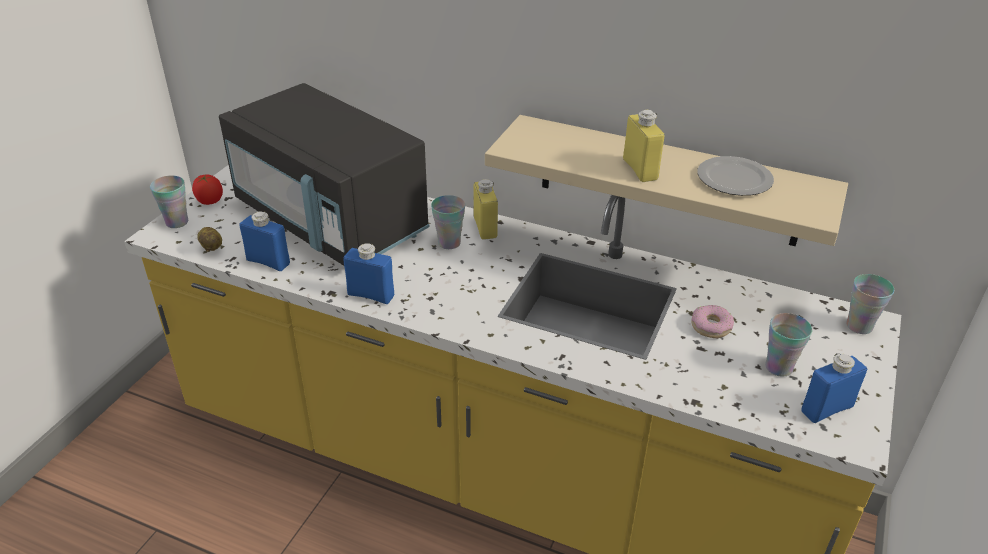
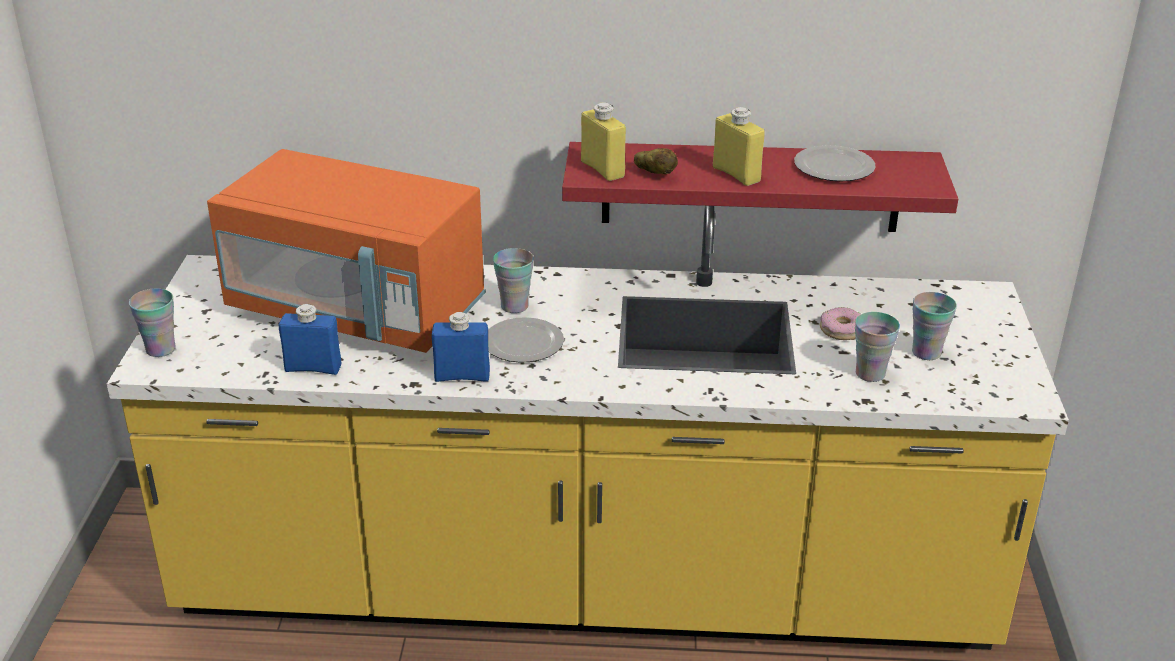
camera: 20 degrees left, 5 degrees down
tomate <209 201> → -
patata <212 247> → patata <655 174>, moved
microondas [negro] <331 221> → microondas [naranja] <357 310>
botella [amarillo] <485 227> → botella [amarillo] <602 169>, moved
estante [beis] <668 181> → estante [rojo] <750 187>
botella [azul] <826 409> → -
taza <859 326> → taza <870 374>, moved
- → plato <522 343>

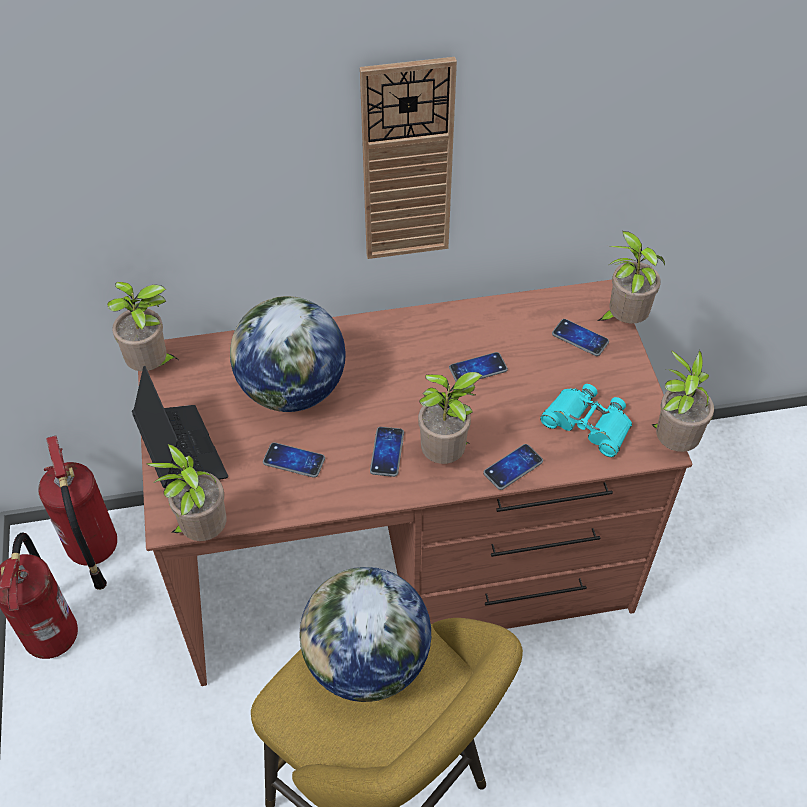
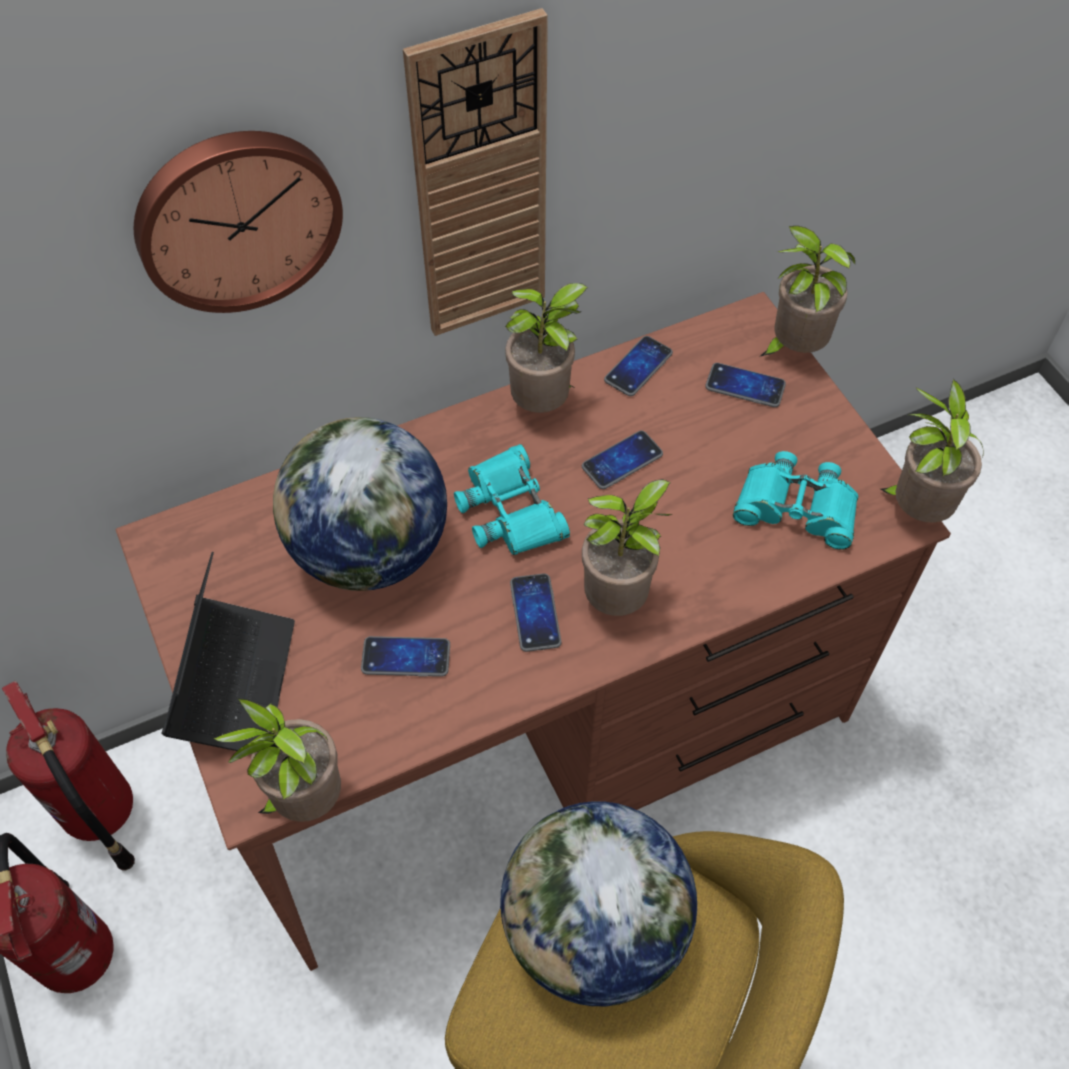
camera: 15 degrees left, 5 degrees up
planta en maceta <152 367> → planta en maceta <544 405>, moved
portátil <181 451> → portátil <234 682>, 45 degrees clockwise
móvil <513 467> → móvil <638 367>, moved
- → reloj de pared <236 218>
- → prismáticos [turquesa] <511 510>

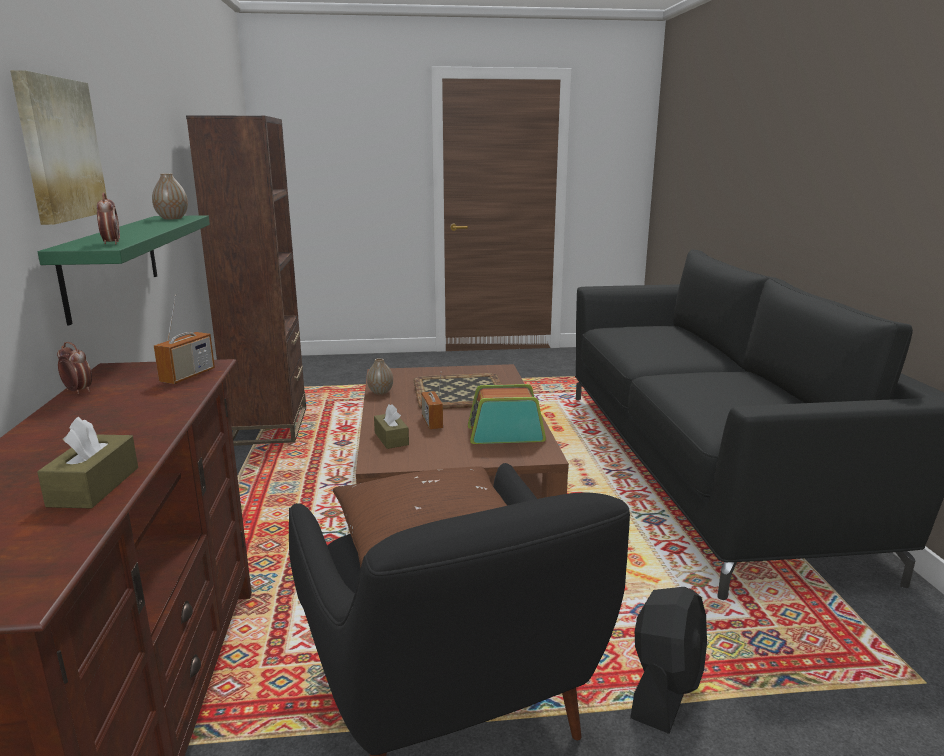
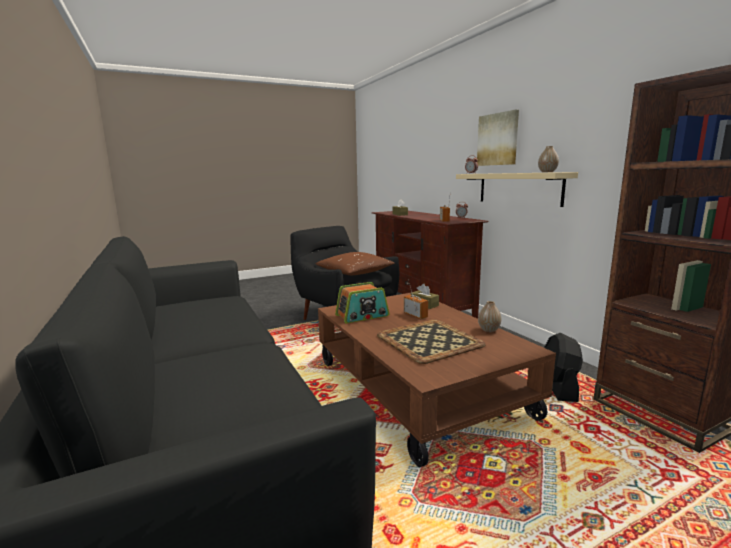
camera: 160 degrees right, 5 degrees down
estante [verde] <112 264> → estante [beis] <518 188>
ventilador [negro] <665 689> → ventilador [negro] <559 387>, moved

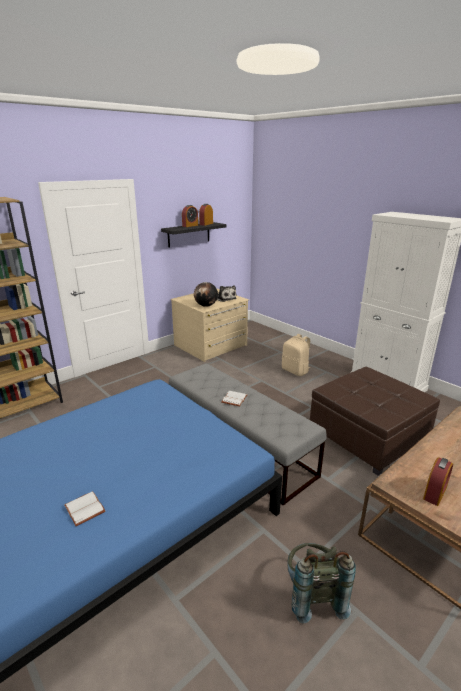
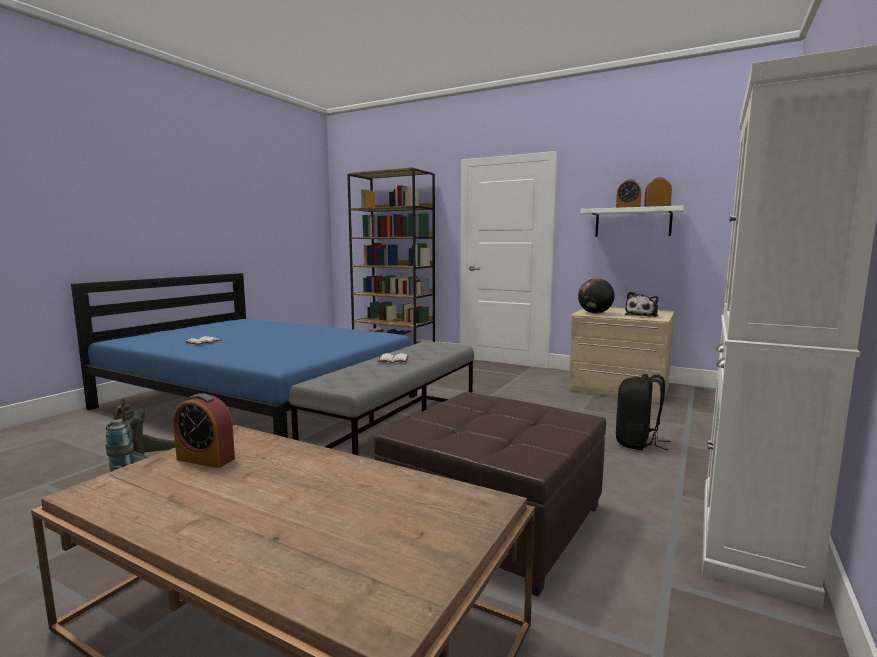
camera: 70 degrees right, 15 degrees down
estante [negro] <189 234> → estante [blanco] <632 222>
mochila [beis] <295 371> → mochila [negro] <638 442>

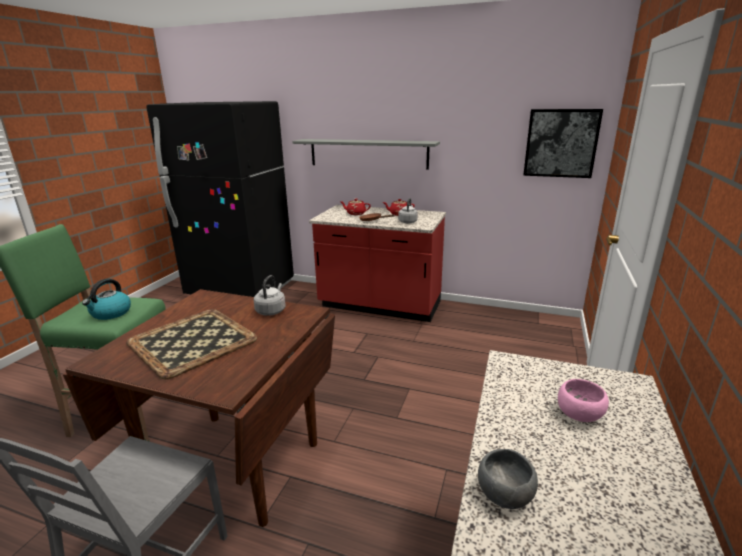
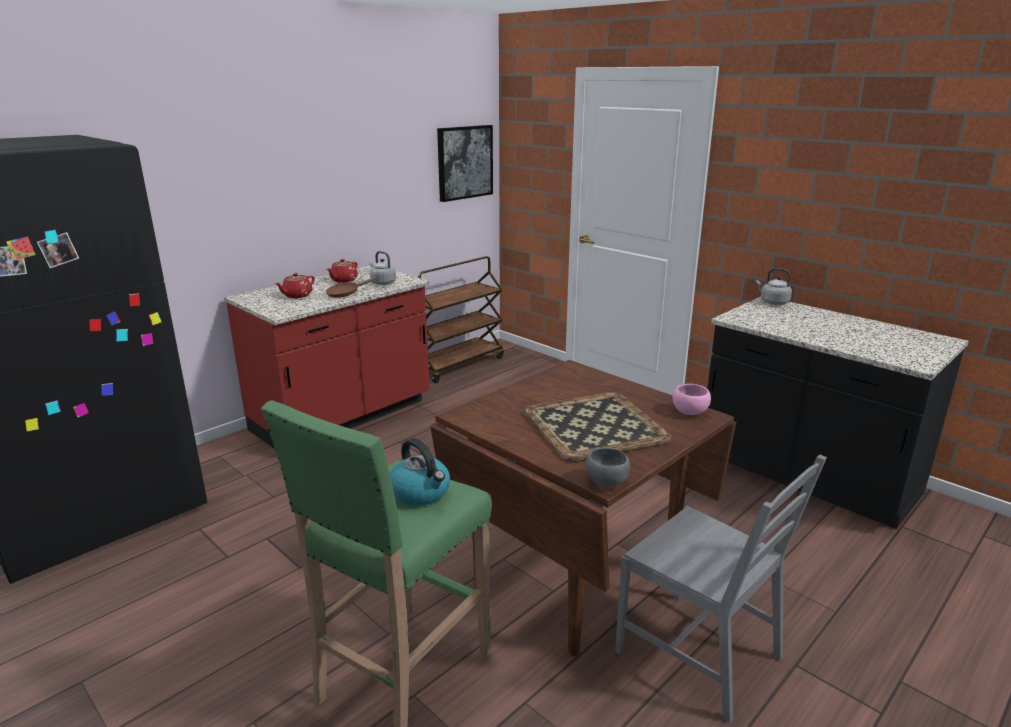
camera: 65 degrees left, 0 degrees up
hervidor [gris] <271 310> → hervidor [gris] <772 302>, moved
estante [gris] <368 153> → -
cuenco [gris] <503 495> → cuenco [gris] <606 482>, moved
cuenco [rosa] <580 415> → cuenco [rosa] <690 411>, moved
- → carrito [marrón] <458 364>

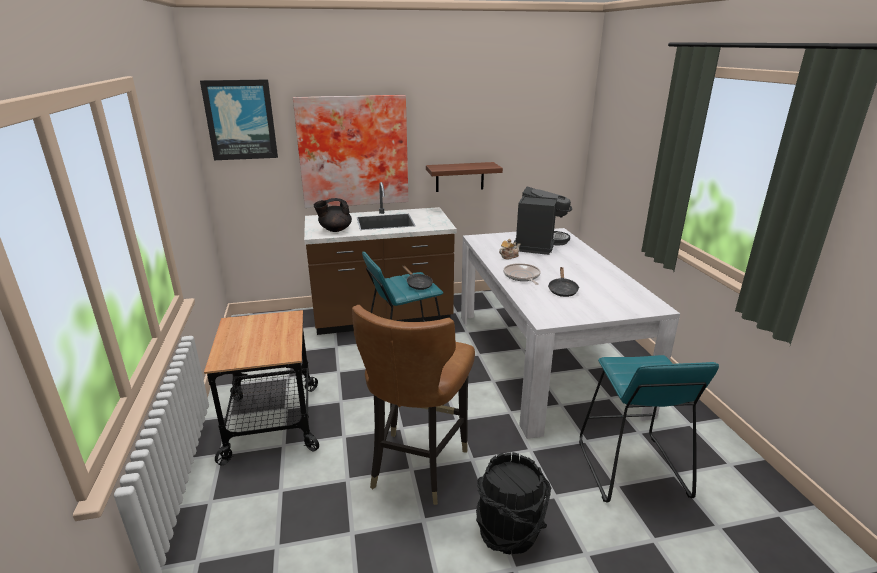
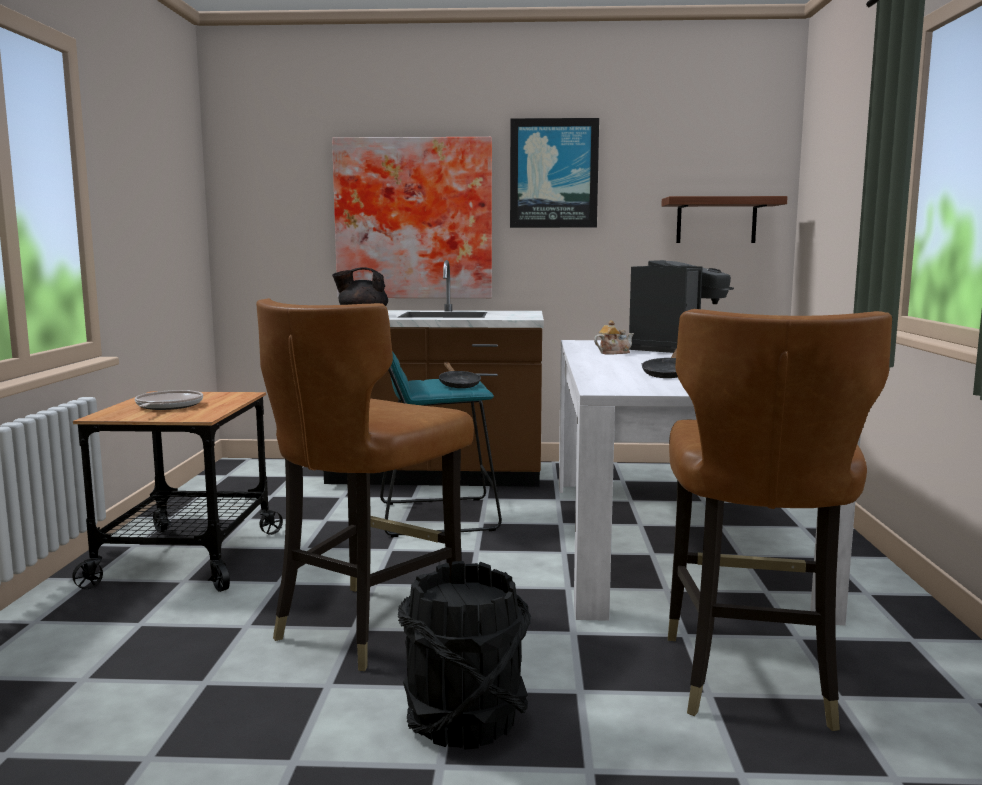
camera: 15 degrees right, 15 degrees down
cuadro <240 120> → cuadro <553 173>, moved
estante <459 177> → estante <716 221>, moved
sartén <522 276> → sartén <167 406>, moved
taburete [turquesa] <630 468> → silla [marrón] <751 677>

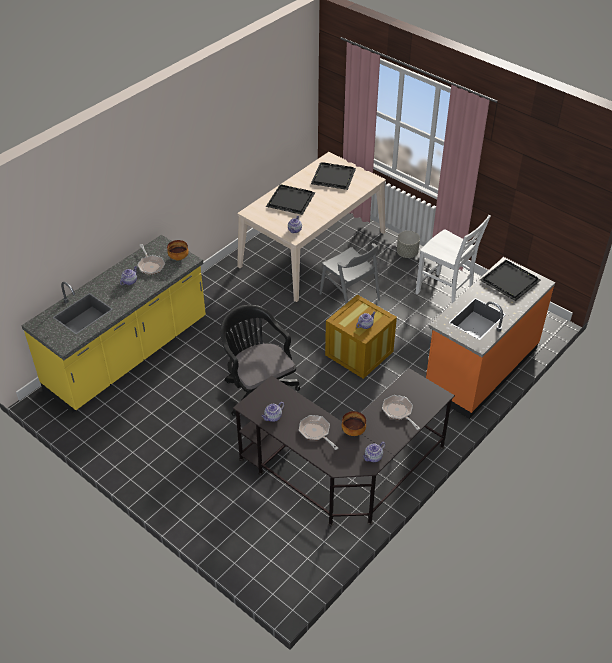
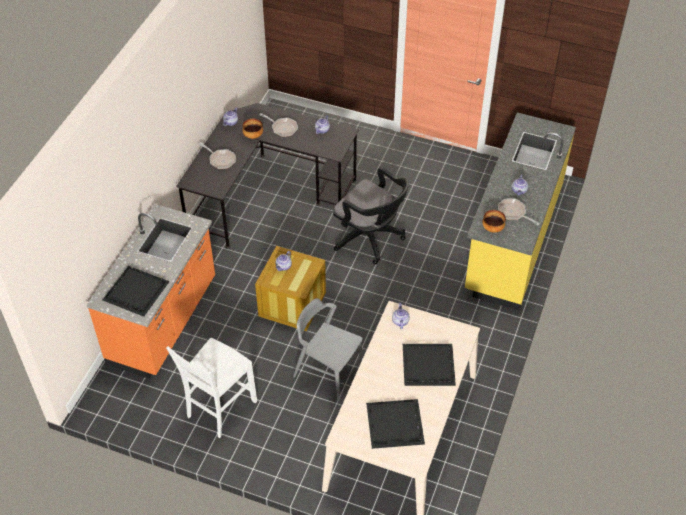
camera: 160 degrees right, 5 degrees up
maceta [gris] <407 253> → -
silla [blanco] <445 293> → silla [blanco] <219 409>, 75 degrees counterclockwise

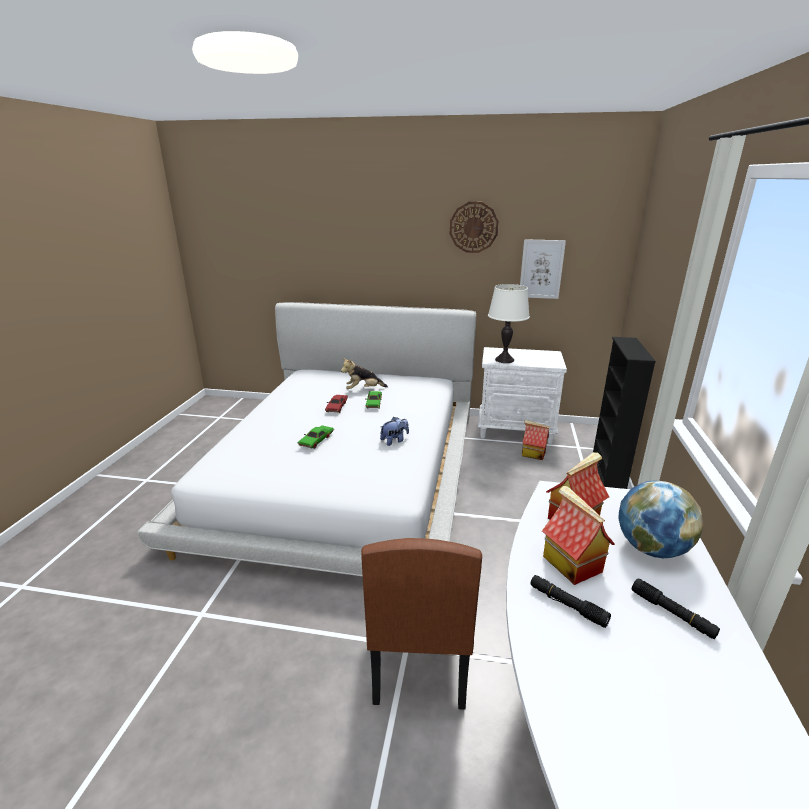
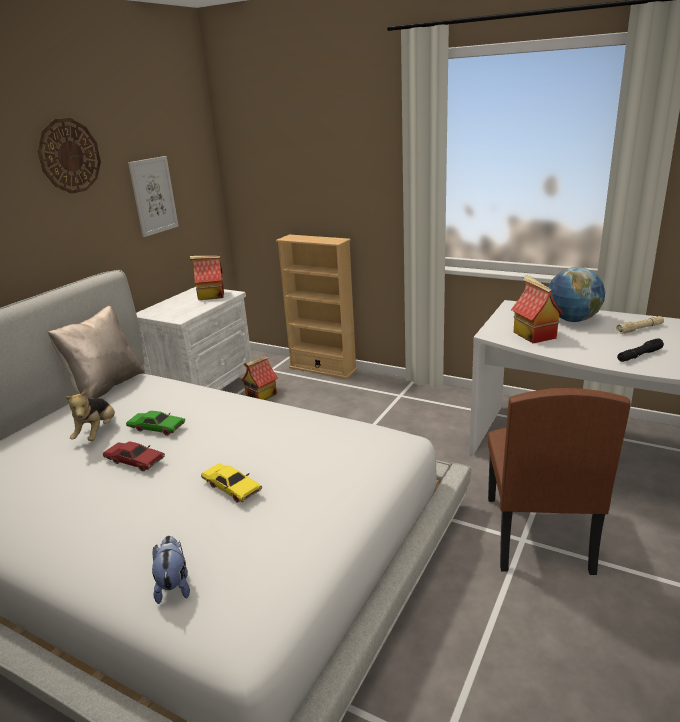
camera: 70 degrees left, 0 degrees up
coche de juguete [verde] <316 440> → coche de juguete [amarillo] <231 488>
silla [marrón] <419 656> → silla [marrón] <536 533>, 75 degrees clockwise
peluche <394 440> → peluche <174 585>, moved
lámpara de mesa [blanco] <504 360> → -
casita <570 563> → casita <210 296>, moved
estantería [negro] <608 472> → estantería [beis] <323 369>
linterna [negro] <672 613> → linterna [beis] <639 329>
- → cojín [beis] <105 387>

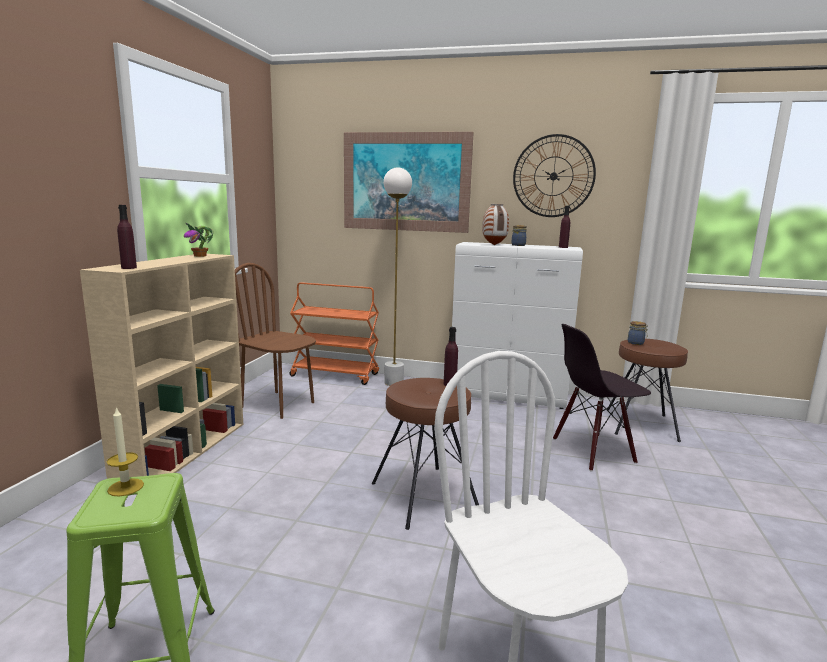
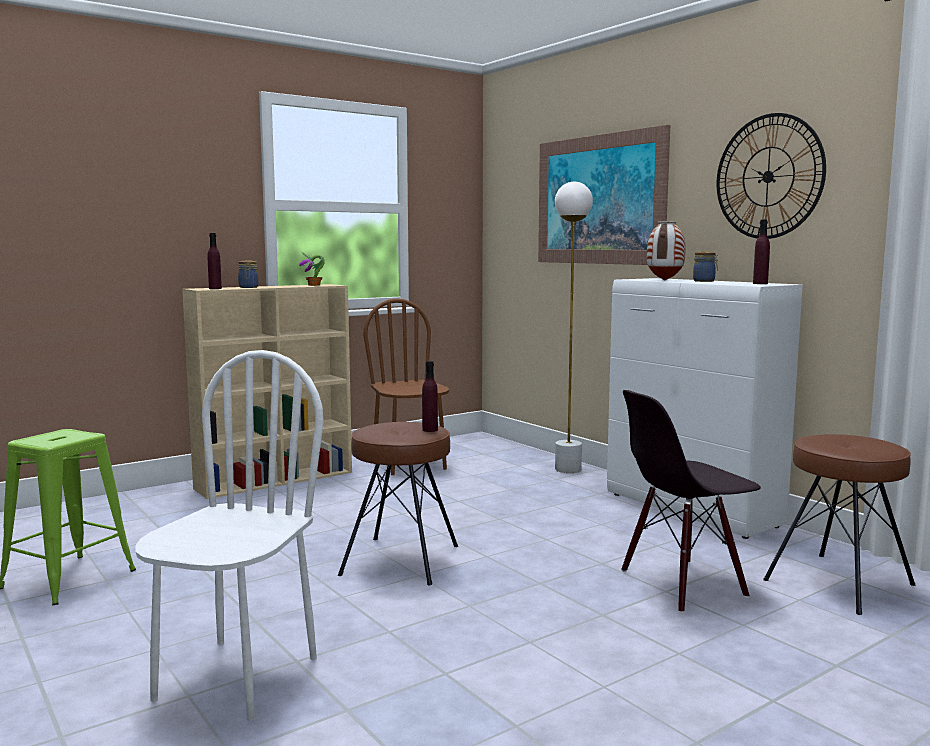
camera: 40 degrees right, 5 degrees down
vela <125 487> → -
carrito [naranja] <335 375> → -
silla [negro] <593 451> → silla [negro] <682 584>, 45 degrees counterclockwise
tarro <636 343> → tarro <248 287>, moved

